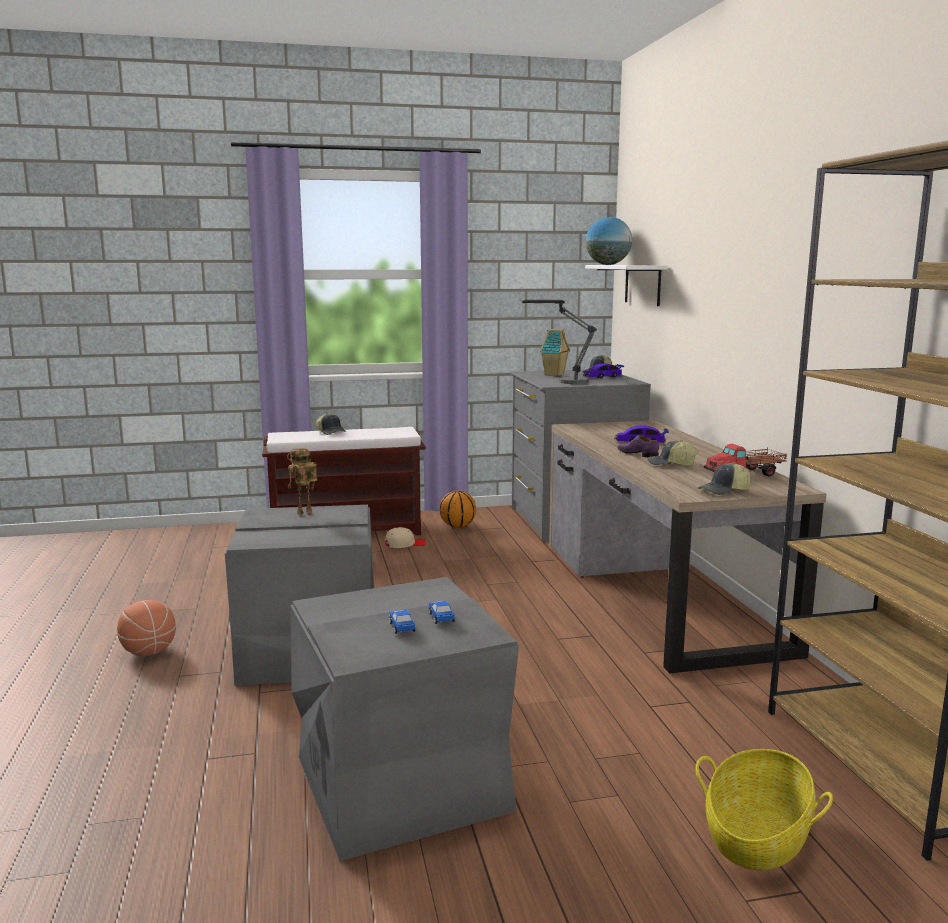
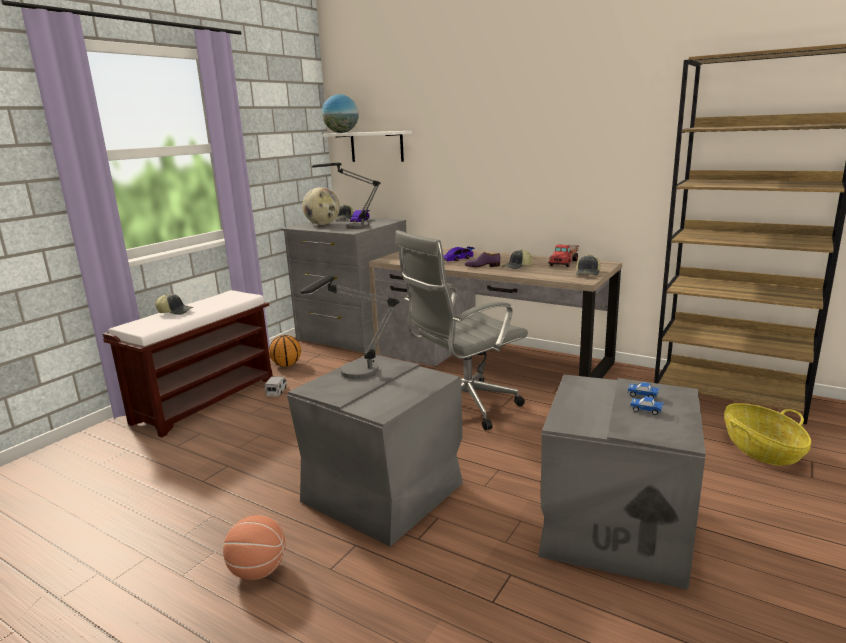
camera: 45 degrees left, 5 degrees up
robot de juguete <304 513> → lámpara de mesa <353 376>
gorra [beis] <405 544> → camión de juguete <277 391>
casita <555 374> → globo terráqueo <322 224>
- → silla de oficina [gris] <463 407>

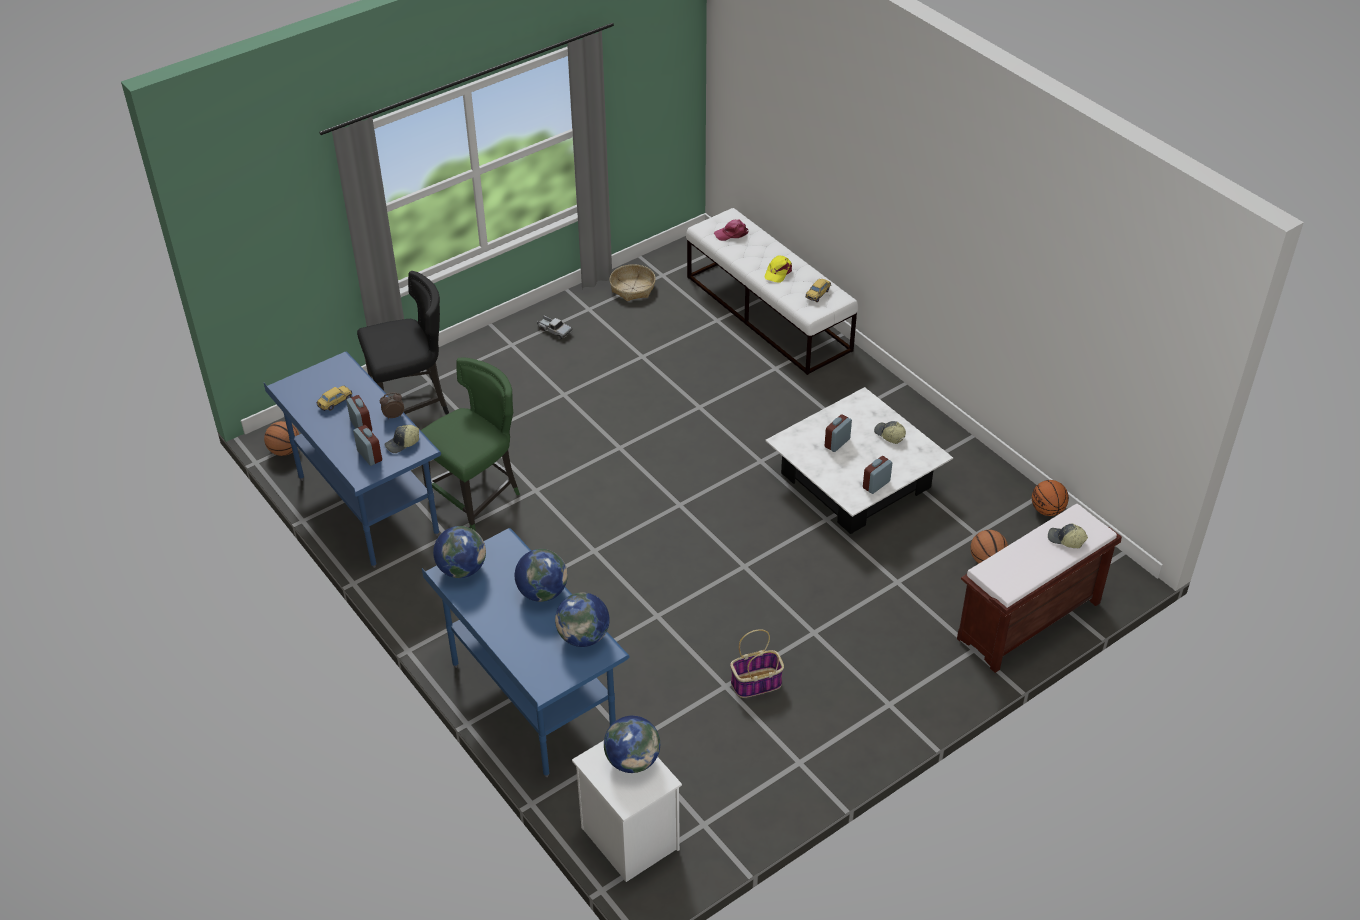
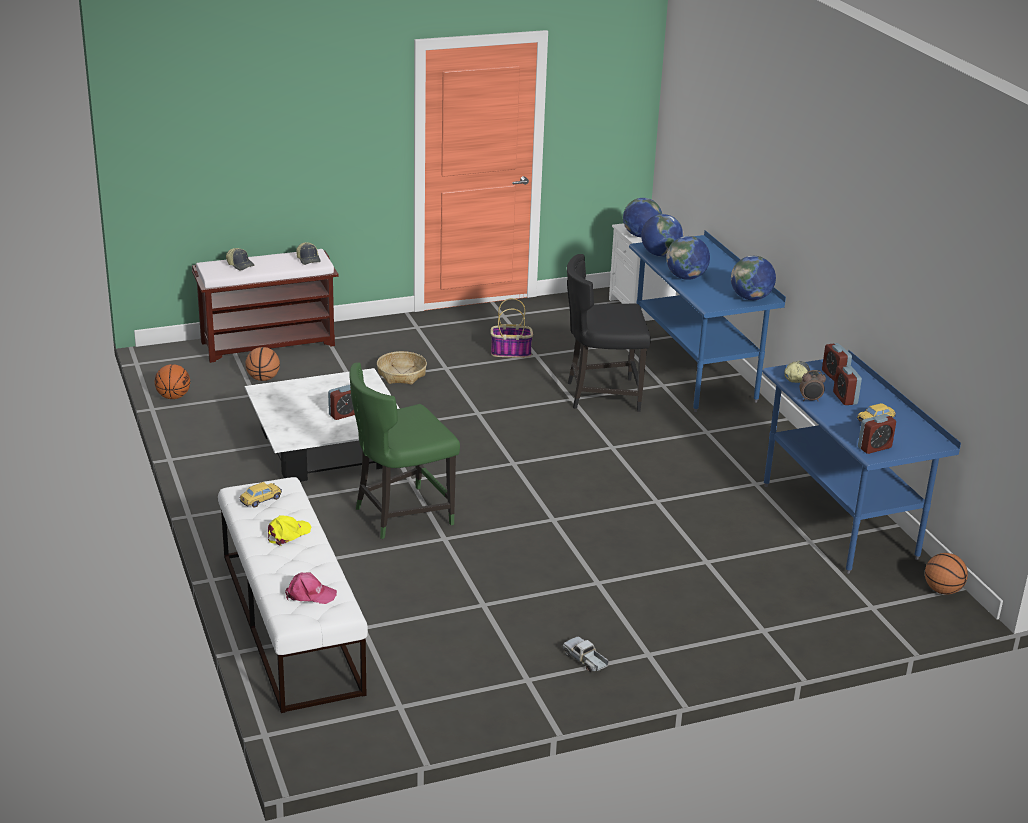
camera: 165 degrees left, 15 degrees down
silla [negro] <412 405> → silla [negro] <601 395>, moved
silla [verde] <477 497> → silla [verde] <400 514>, moved
cesta <633 288> → cesta <401 374>, moved
despertador <876 484> → despertador <874 447>, moved
gorra <889 435> → gorra <308 259>, moved

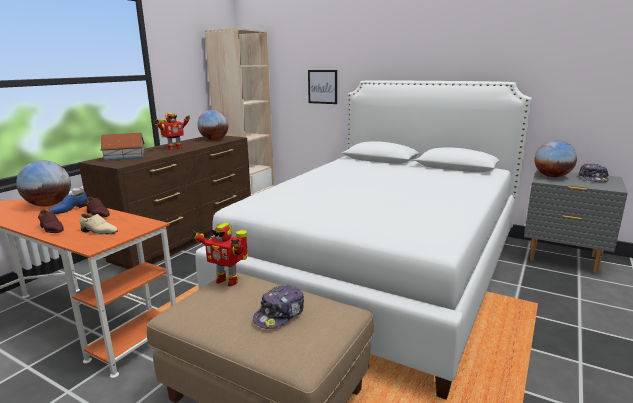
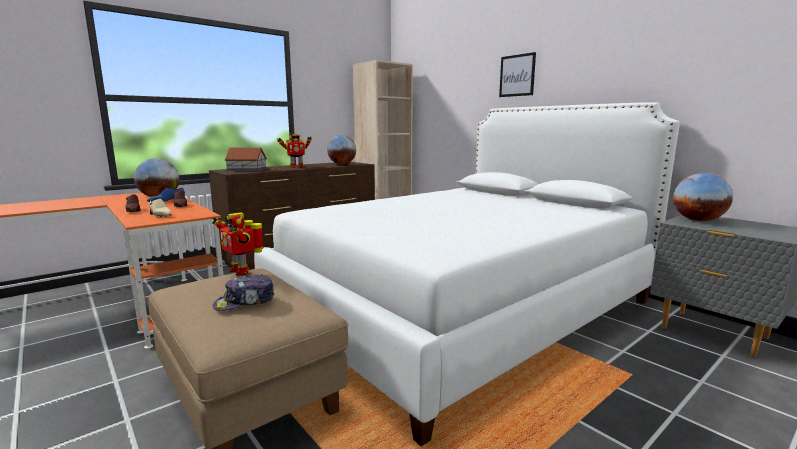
camera: 20 degrees right, 5 degrees down
cuadro <322 86> → cuadro <517 75>, moved
gorra <593 178> → -

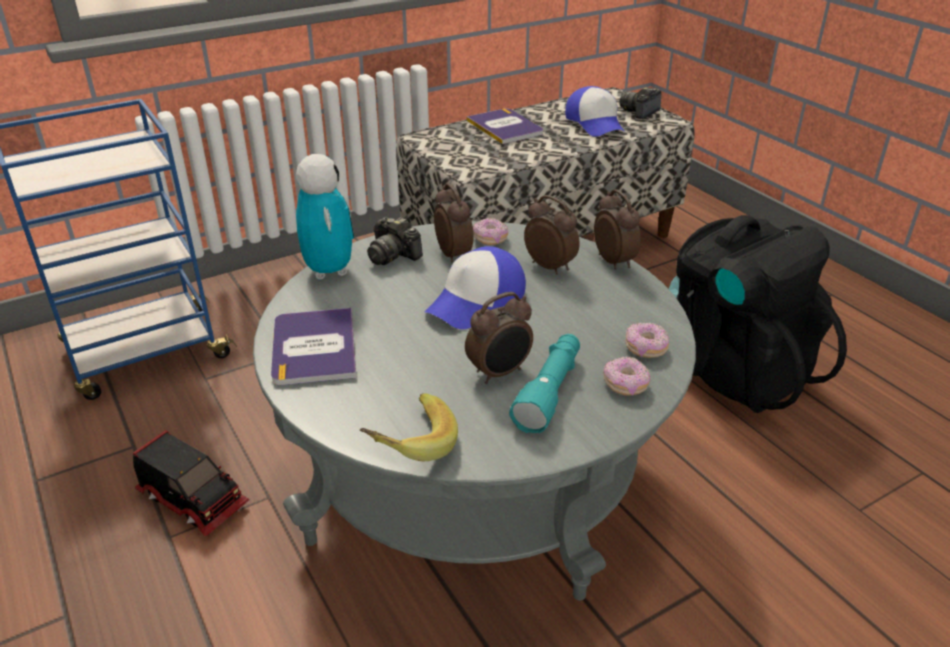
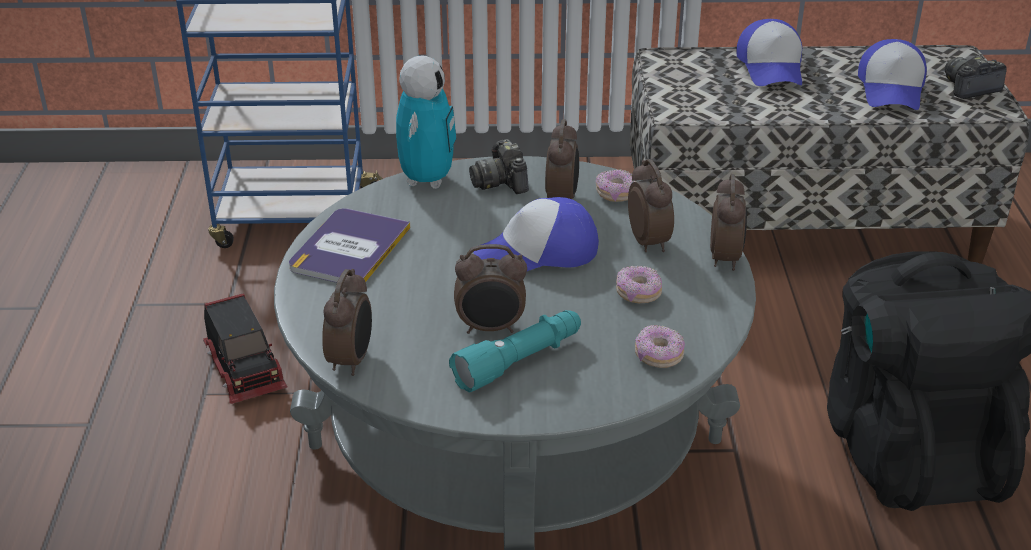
camera: 30 degrees right, 0 degrees up
plátano <409 444> → despertador <352 360>
libro <505 127> → gorra <771 68>
rosquilla <625 385> → rosquilla <638 293>, moved

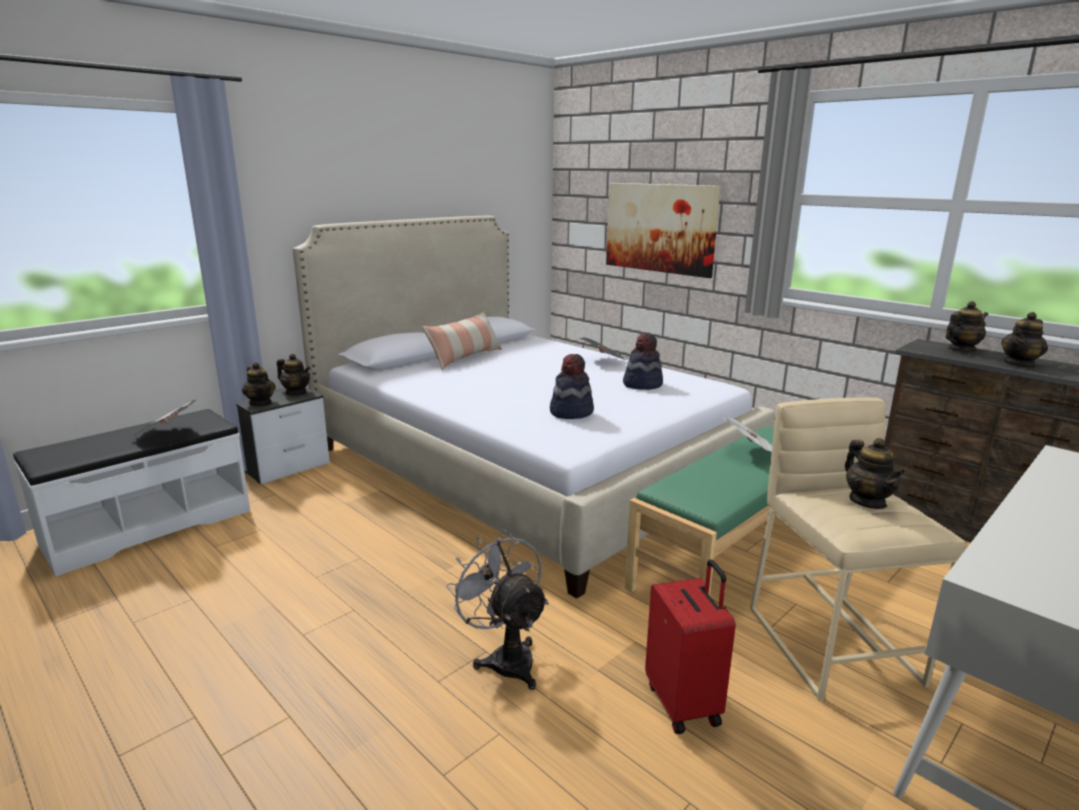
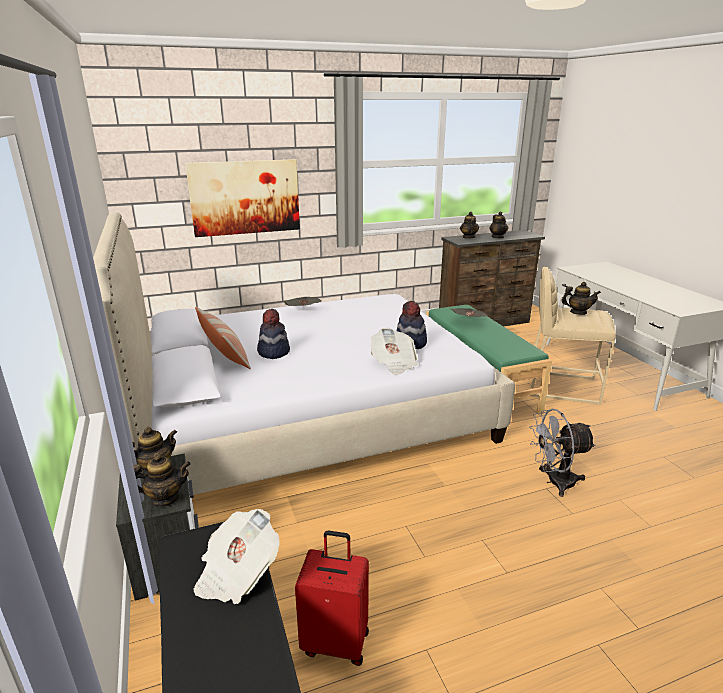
camera: 65 degrees left, 5 degrees up
sombrero <642 384> → sombrero <273 352>, moved
maleta [rojo] <684 703> → maleta [rojo] <336 641>, moved
- → periódico <393 363>

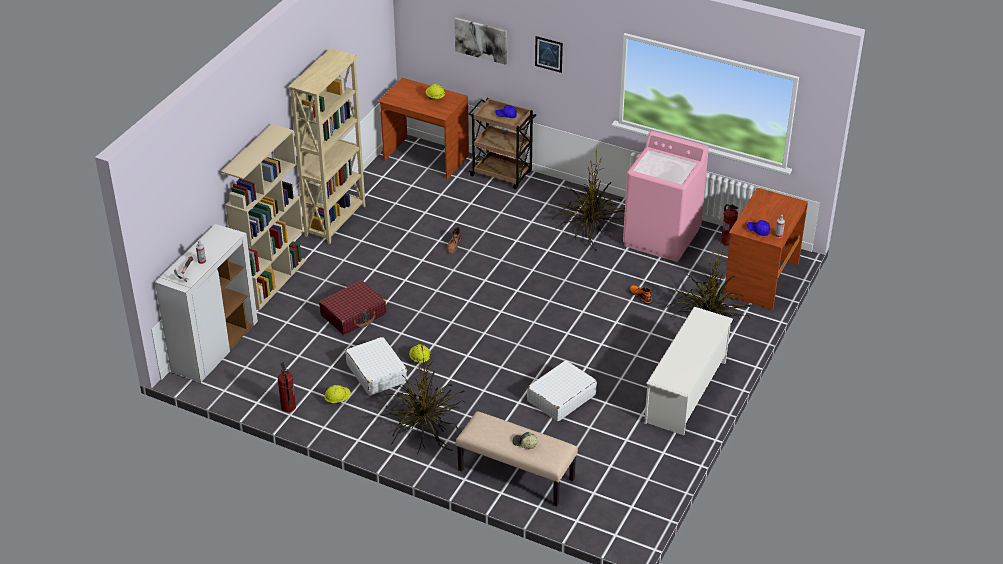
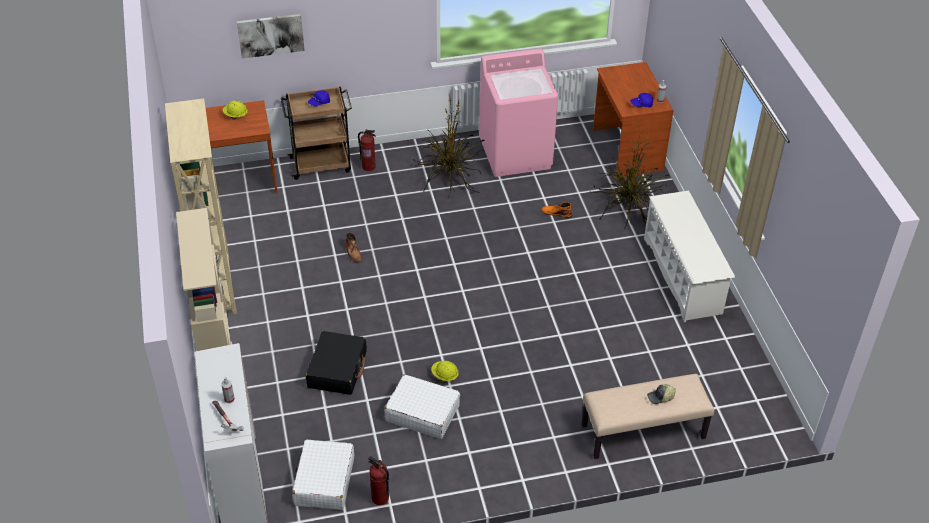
camera: 40 degrees left, 5 degrees up
maleta [rojo] <353 314> → maleta [negro] <337 369>
casco [amarillo] <337 400> → -
planta en maceta <422 426> → -
maleta [blanco] <561 398> → maleta [blanco] <324 481>, moved
cuadro <548 54> → -
extintor <728 241> → extintor <369 167>, moved

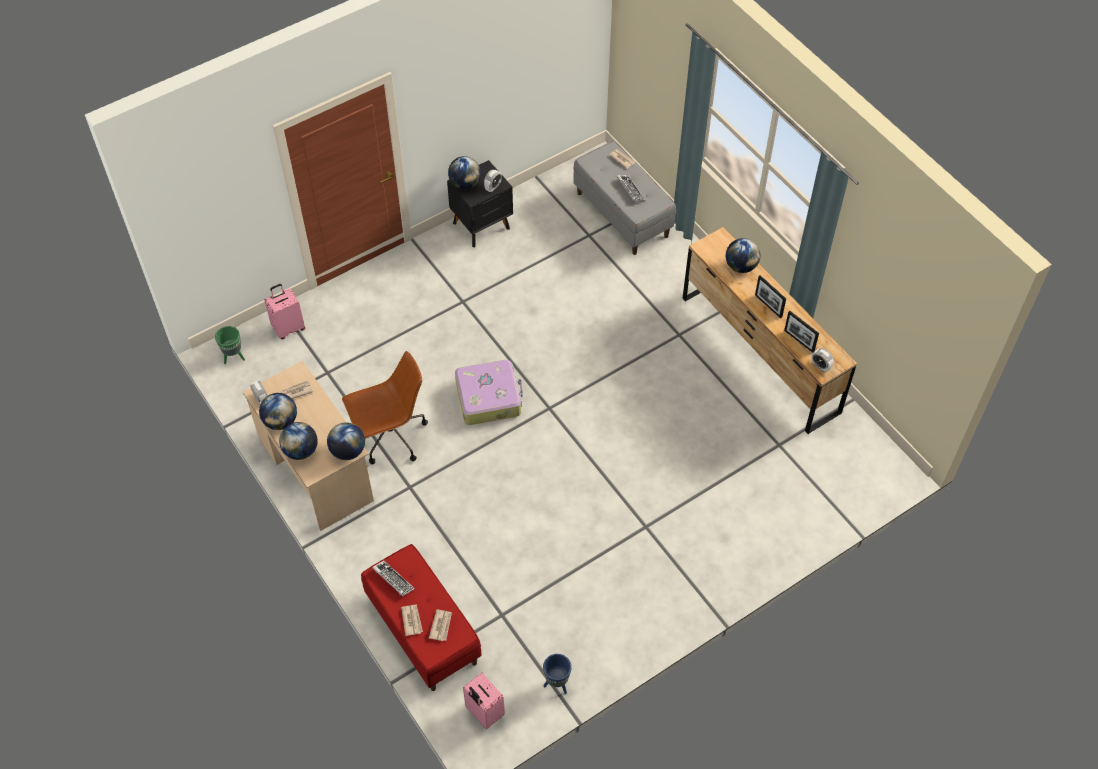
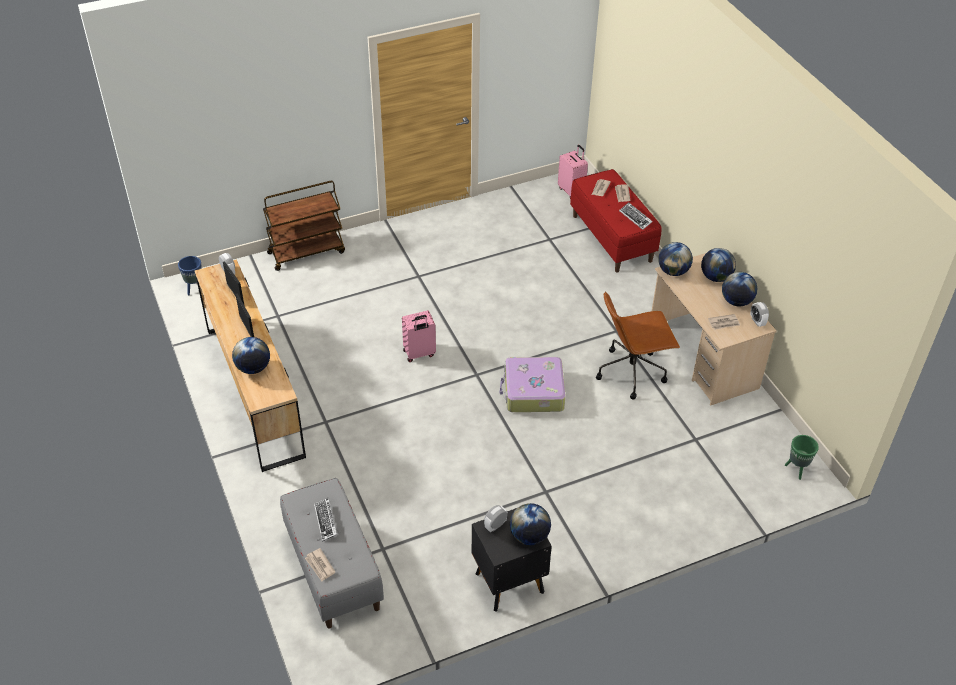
camera: 170 degrees left, 10 degrees down
maleta [rosa] <288 328> → maleta [rosa] <419 354>, moved
maceta [azul] <556 683> → maceta [azul] <195 289>, moved
- → carrito [marrón] <307 252>

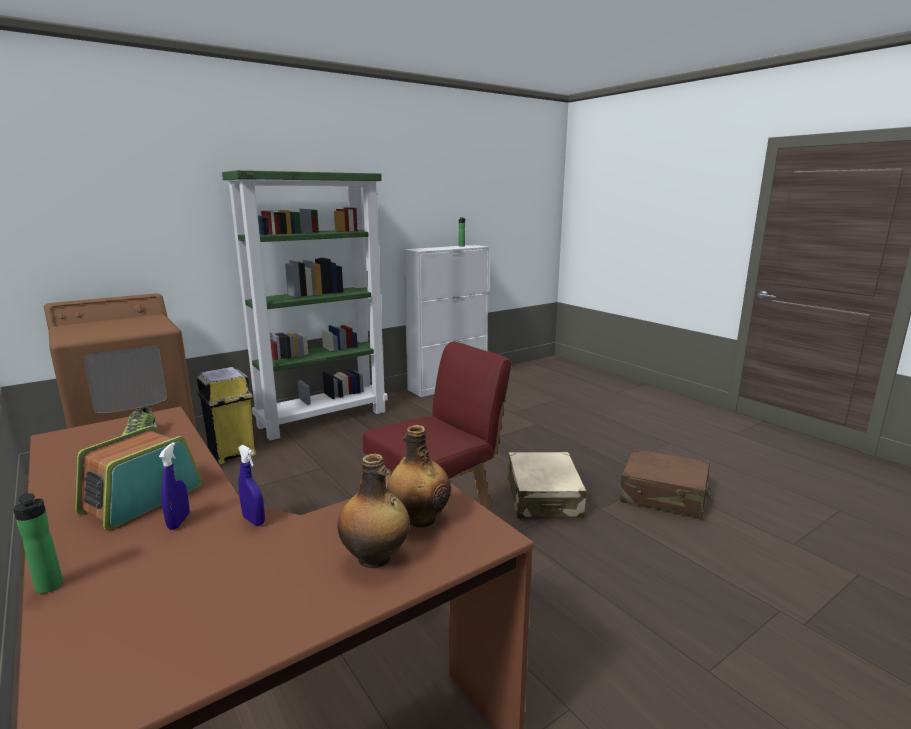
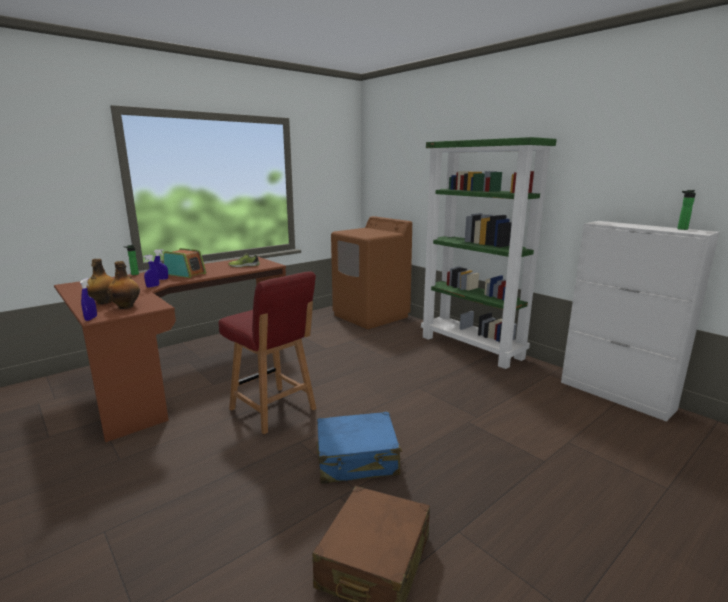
camera: 85 degrees right, 0 degrees up
papelera [amarillo] <232 453> → -
maleta [beis] <543 498> → maleta [azul] <357 459>
- → pulverizador [azul] <91 318>

